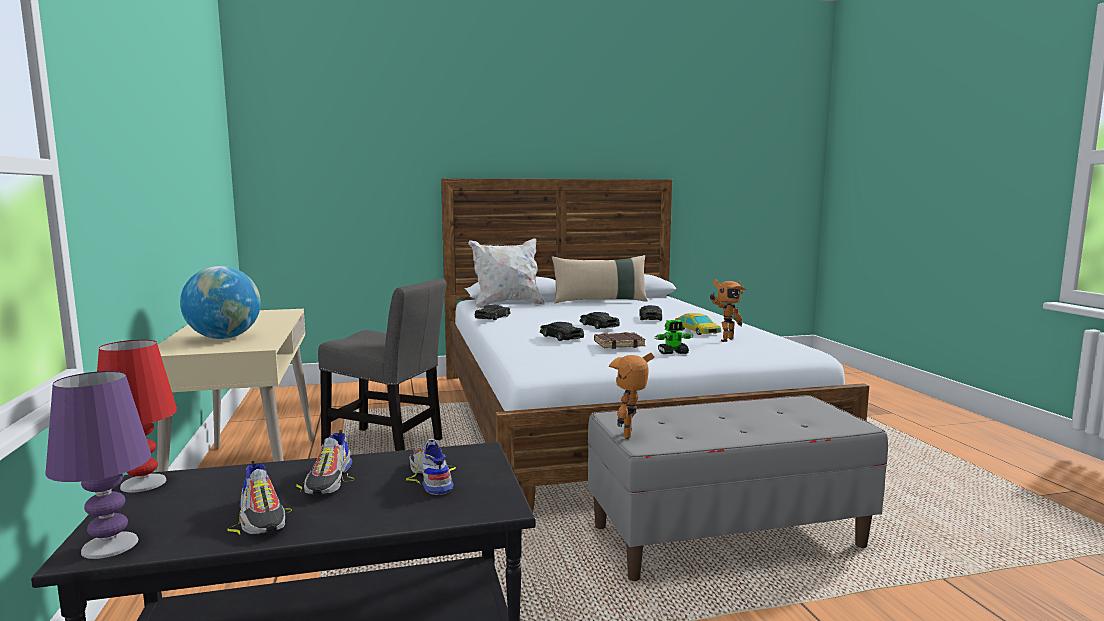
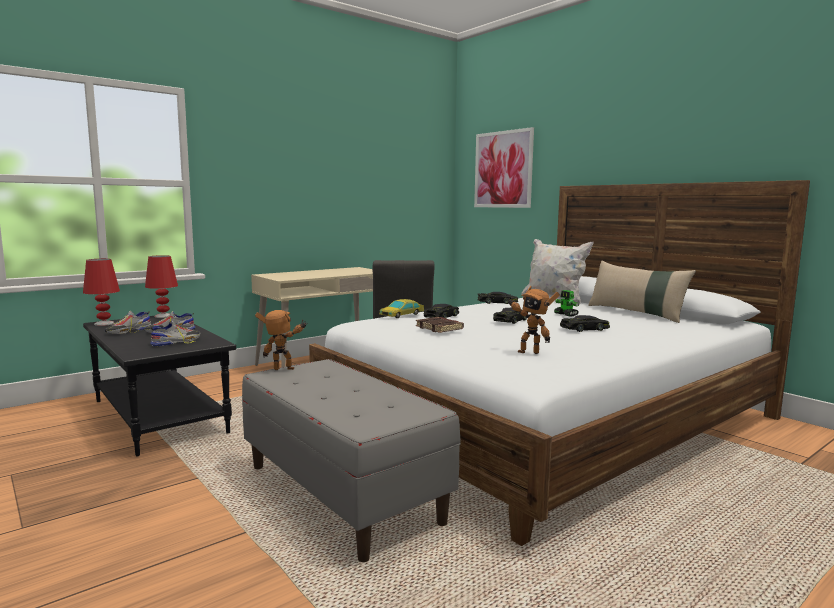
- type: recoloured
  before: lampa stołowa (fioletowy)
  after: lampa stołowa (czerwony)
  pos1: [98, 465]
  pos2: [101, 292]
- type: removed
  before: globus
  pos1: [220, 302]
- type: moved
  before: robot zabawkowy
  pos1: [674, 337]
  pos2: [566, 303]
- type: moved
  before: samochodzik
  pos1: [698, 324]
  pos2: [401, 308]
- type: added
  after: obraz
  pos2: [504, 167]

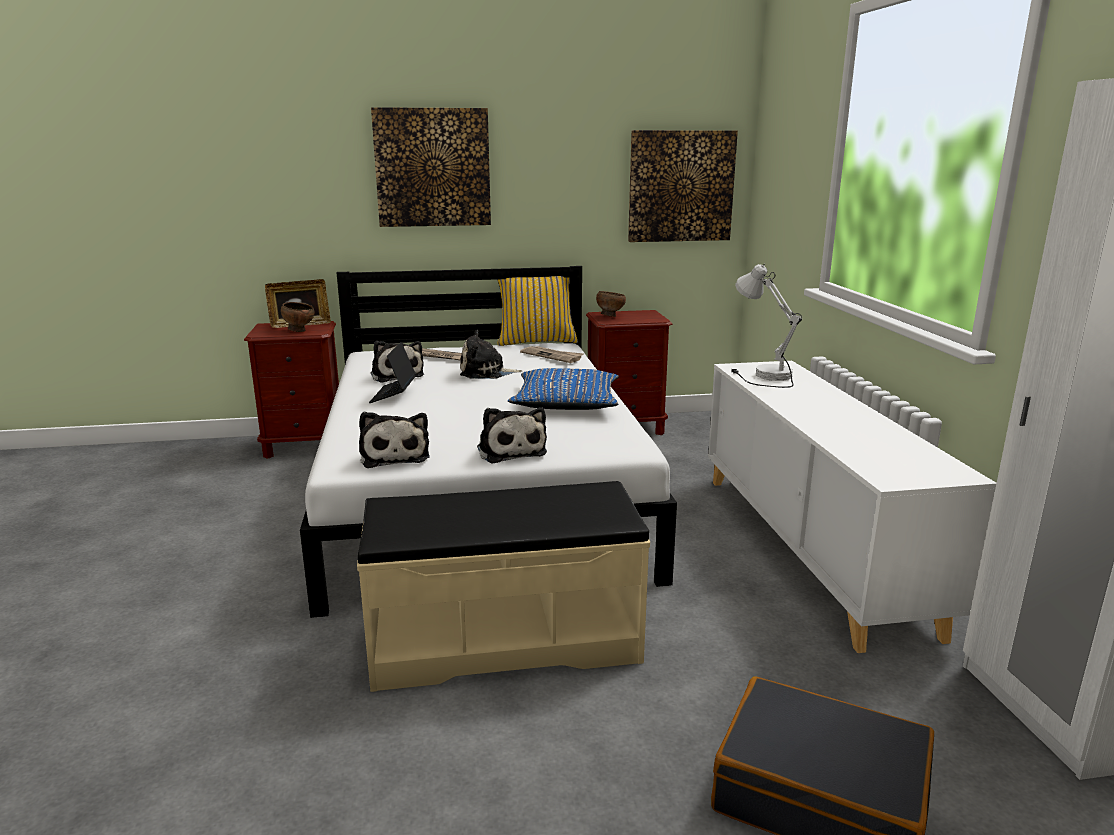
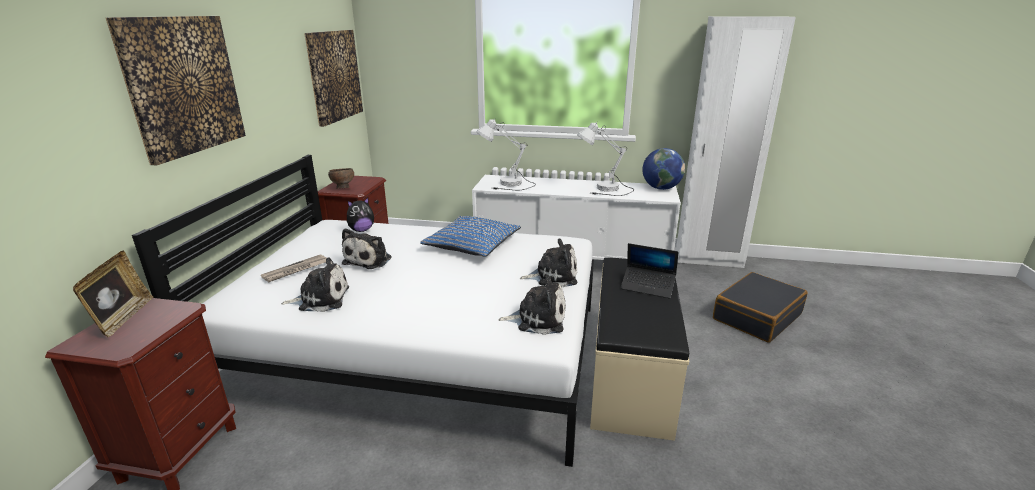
- type: removed
  before: miska (brązowy)
  pos1: [298, 317]
- type: moved
  before: laptop
  pos1: [392, 372]
  pos2: [649, 270]
- type: removed
  before: poduszka (żółty)
  pos1: [537, 311]
- type: replaced
  before: gazeta
  after: pluszak
  pos1: [552, 354]
  pos2: [360, 215]
- type: added
  after: lampa stołowa (biały)
  pos2: [605, 159]
- type: added
  after: globus
  pos2: [663, 169]

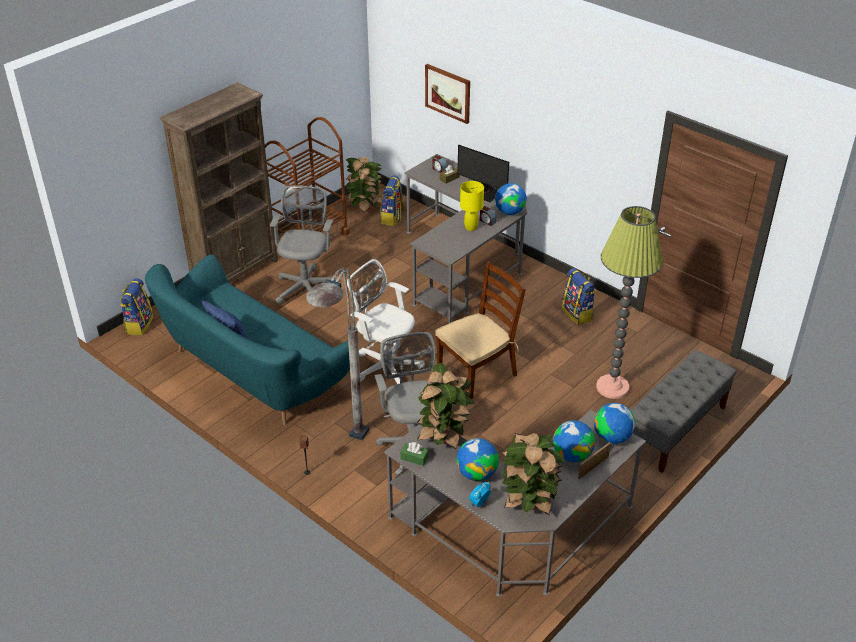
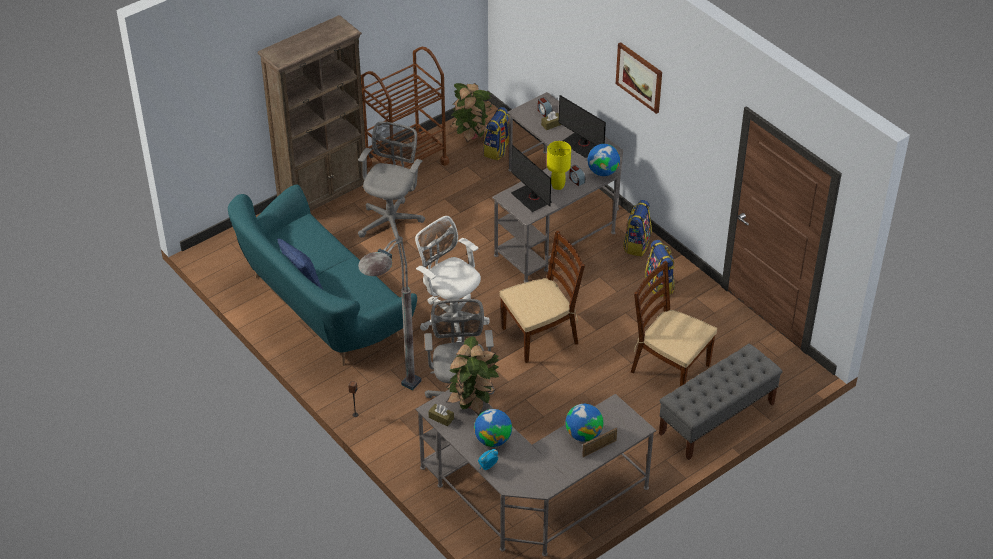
- type: moved
  before: plecak
  pos1: [136, 307]
  pos2: [637, 228]
- type: recoloured
  before: pudełko chusteczek (zielony)
  after: pudełko chusteczek (brązowy)
  pos1: [414, 454]
  pos2: [441, 415]
- type: moved
  before: obraz
  pos1: [447, 94]
  pos2: [639, 78]
- type: removed
  before: roślina doniczkowa
  pos1: [533, 474]
- type: removed
  before: globus
  pos1: [614, 423]
- type: replaced
  before: lampa stojąca
  after: krzesło (brązowy)
  pos1: [629, 302]
  pos2: [674, 323]
- type: added
  after: monitor
  pos2: [531, 178]

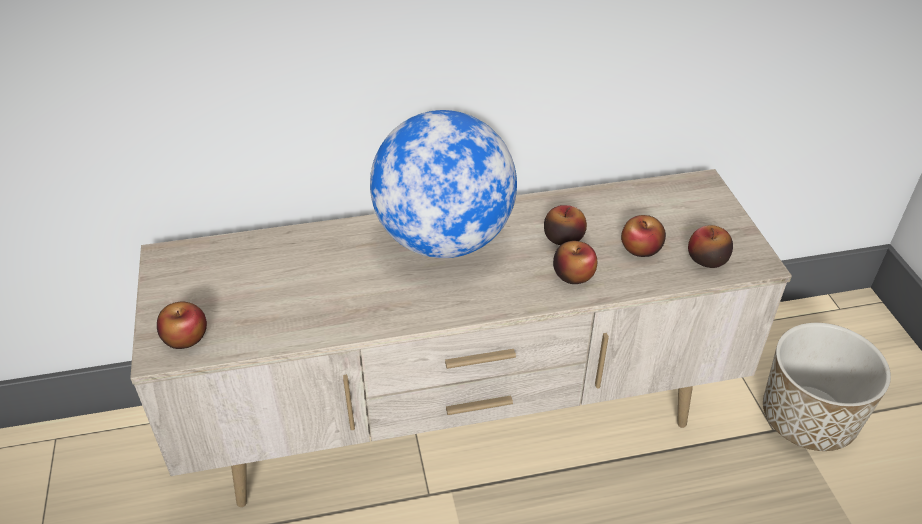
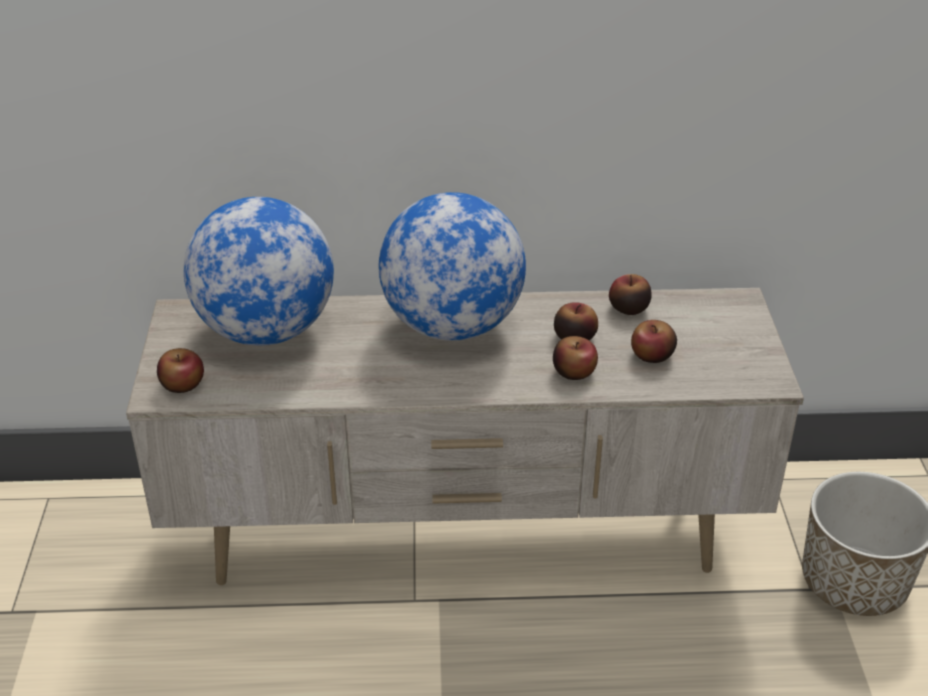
- type: moved
  before: jabłko
  pos1: [710, 246]
  pos2: [630, 294]
- type: added
  after: globus
  pos2: [259, 271]

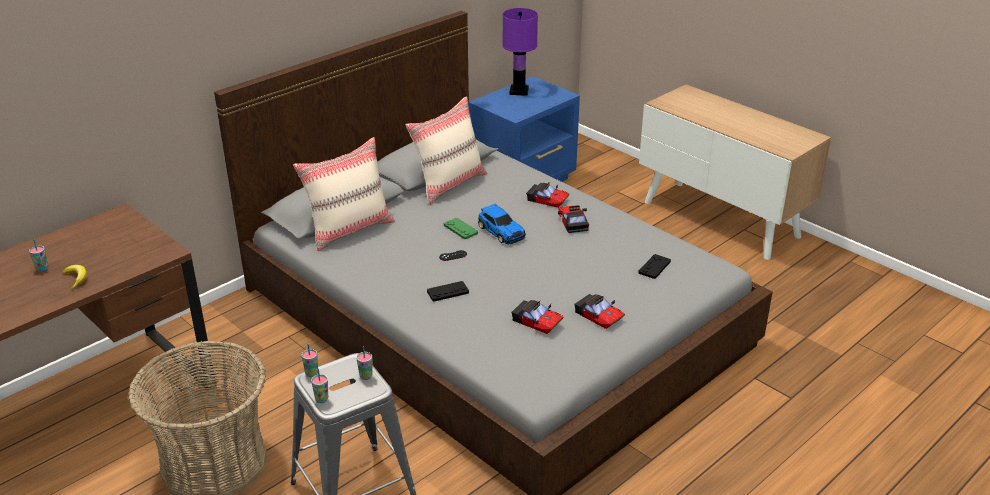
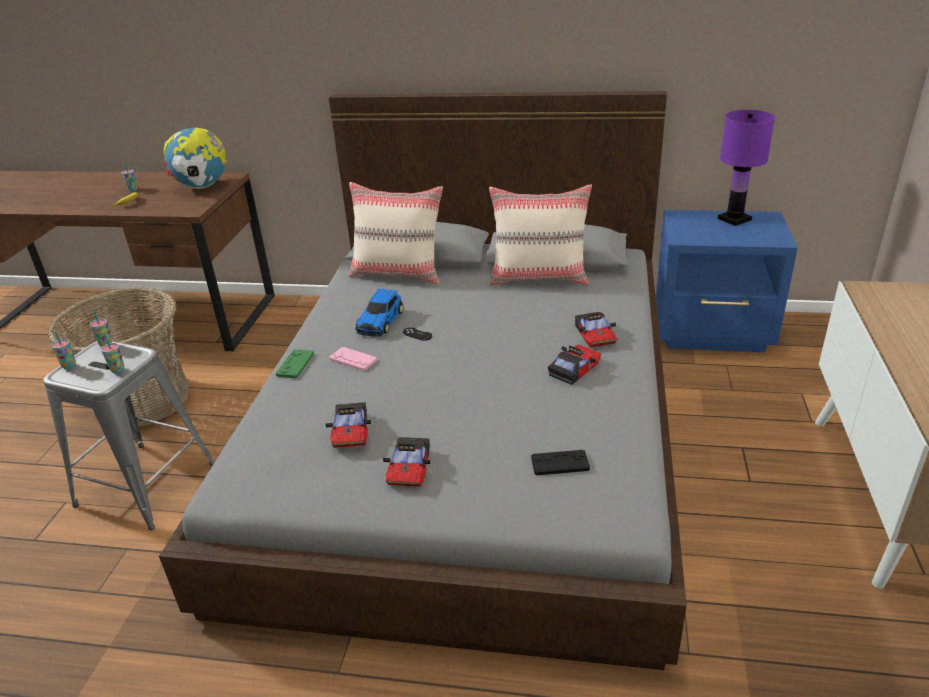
- type: recoloured
  before: pad do gier (czarny)
  after: pad do gier (różowy)
  pos1: [448, 291]
  pos2: [353, 359]
- type: moved
  before: pad do gier (zielony)
  pos1: [461, 228]
  pos2: [295, 363]
- type: moved
  before: samochodzik
  pos1: [502, 224]
  pos2: [379, 312]
- type: added
  after: globus
  pos2: [194, 158]

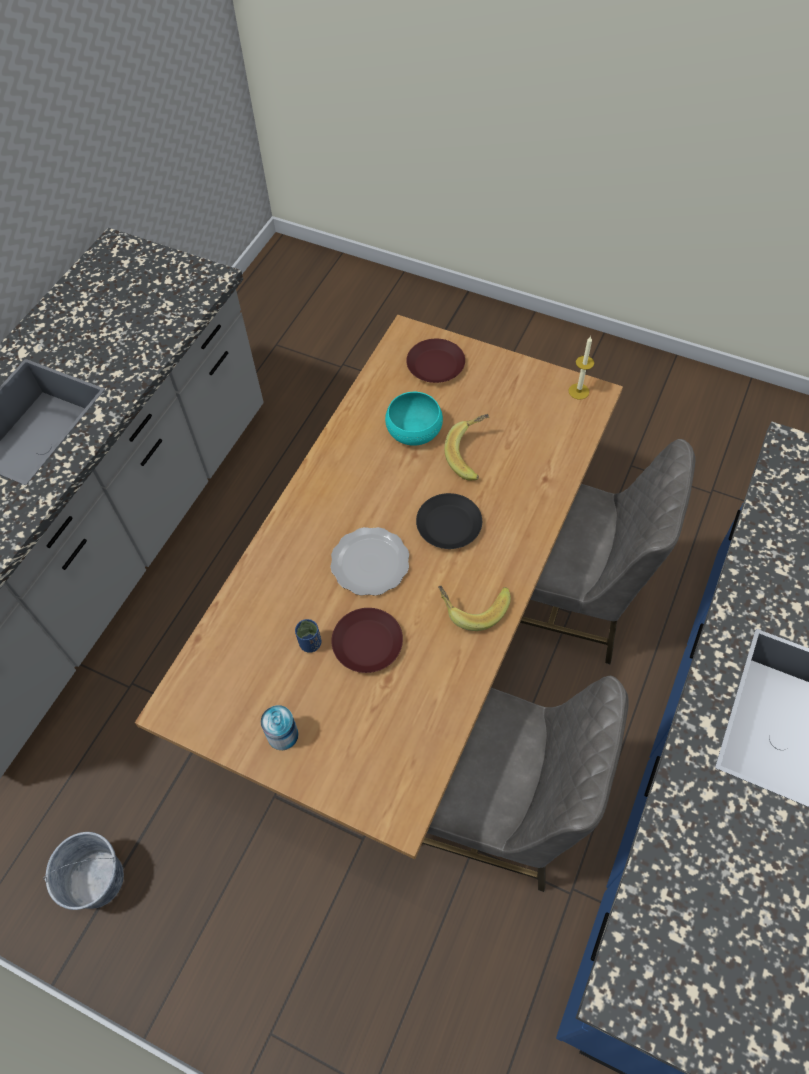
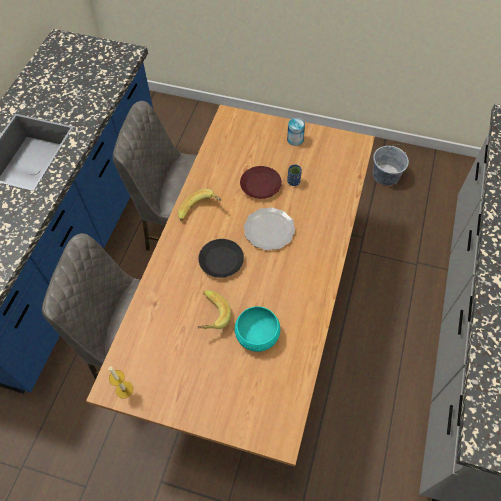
- type: removed
  before: talerz (brązowy)
  pos1: [435, 361]

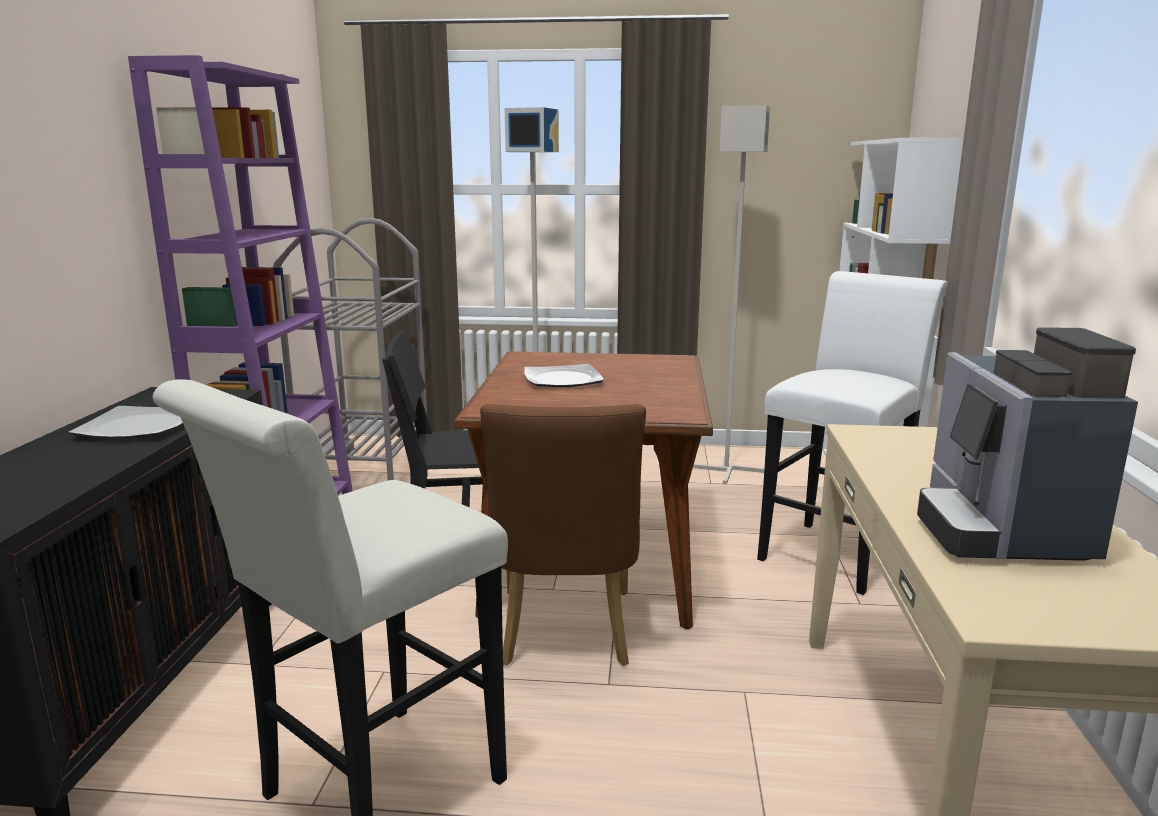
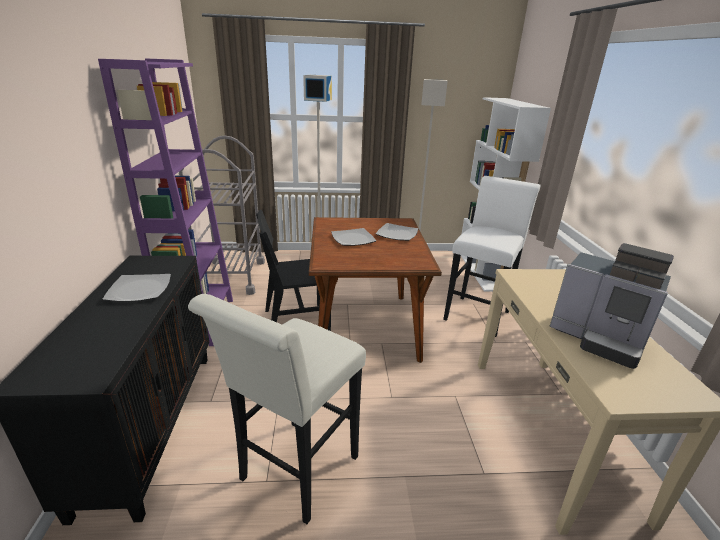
- type: removed
  before: krzesło (brązowy)
  pos1: [563, 535]
- type: turned
  before: ekspres do kawy
  pos1: [1027, 444]
  pos2: [612, 306]
  turn: -45
- type: added
  after: talerz
  pos2: [397, 232]

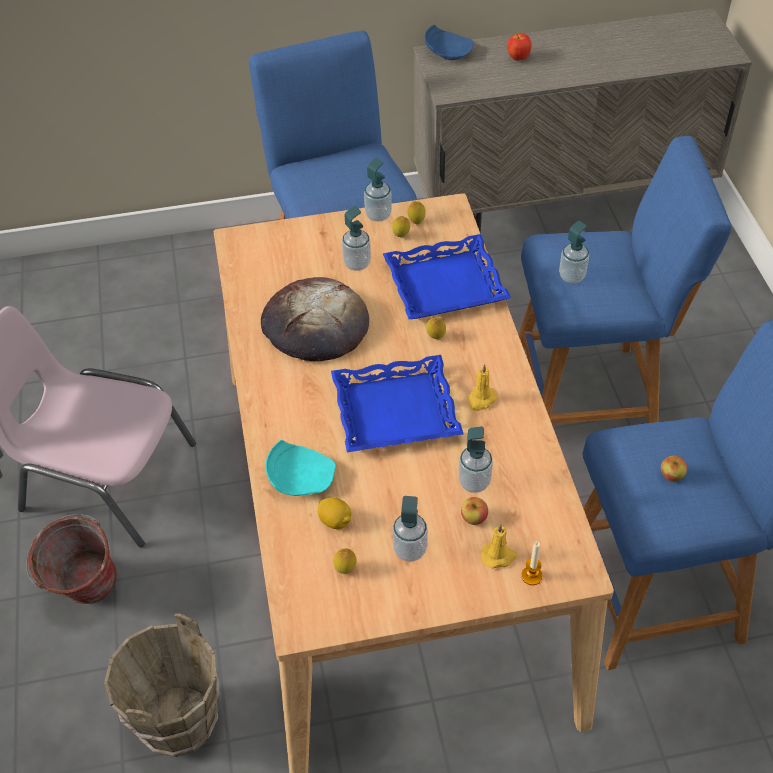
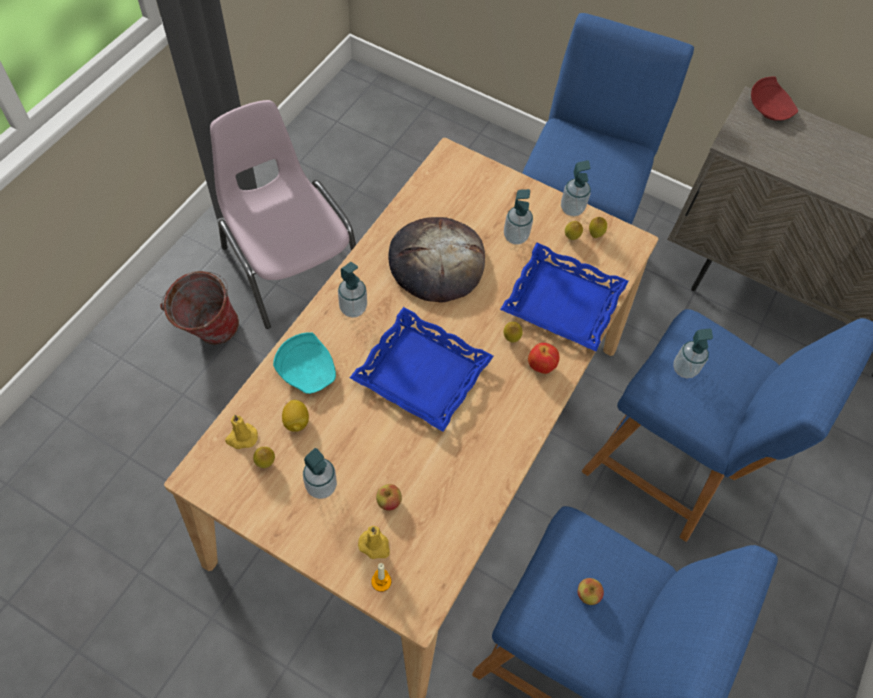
- type: removed
  before: wiadro (brązowy)
  pos1: [162, 685]
- type: recoloured
  before: talerz (niebieski)
  after: talerz (czerwony)
  pos1: [449, 42]
  pos2: [774, 98]
- type: moved
  before: dozownik mydła
  pos1: [475, 459]
  pos2: [352, 290]
- type: moved
  before: świeca (żółty)
  pos1: [482, 387]
  pos2: [241, 432]
- type: moved
  before: jabłko
  pos1: [519, 47]
  pos2: [544, 358]

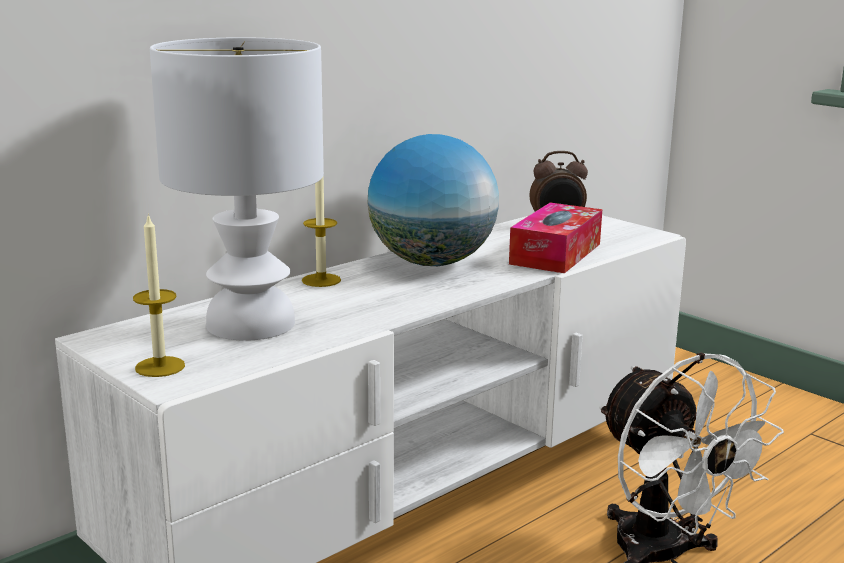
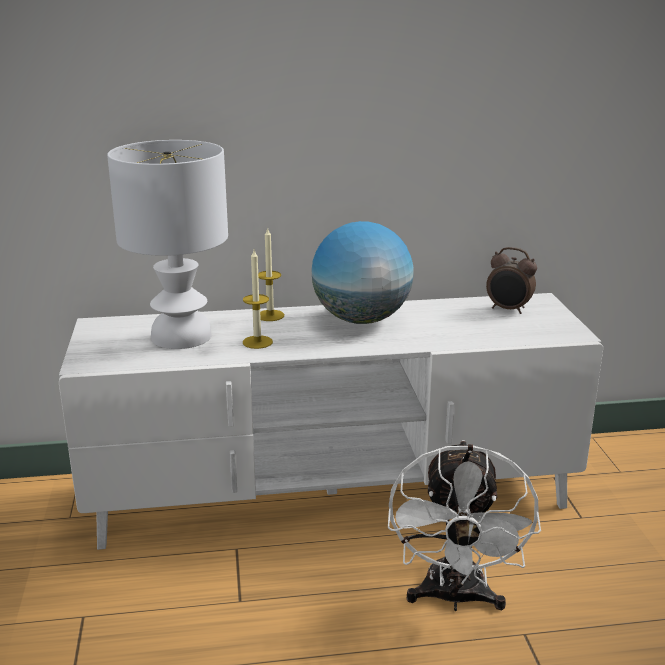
- type: moved
  before: świeca
  pos1: [159, 295]
  pos2: [258, 299]
- type: removed
  before: pudełko chusteczek
  pos1: [555, 238]

